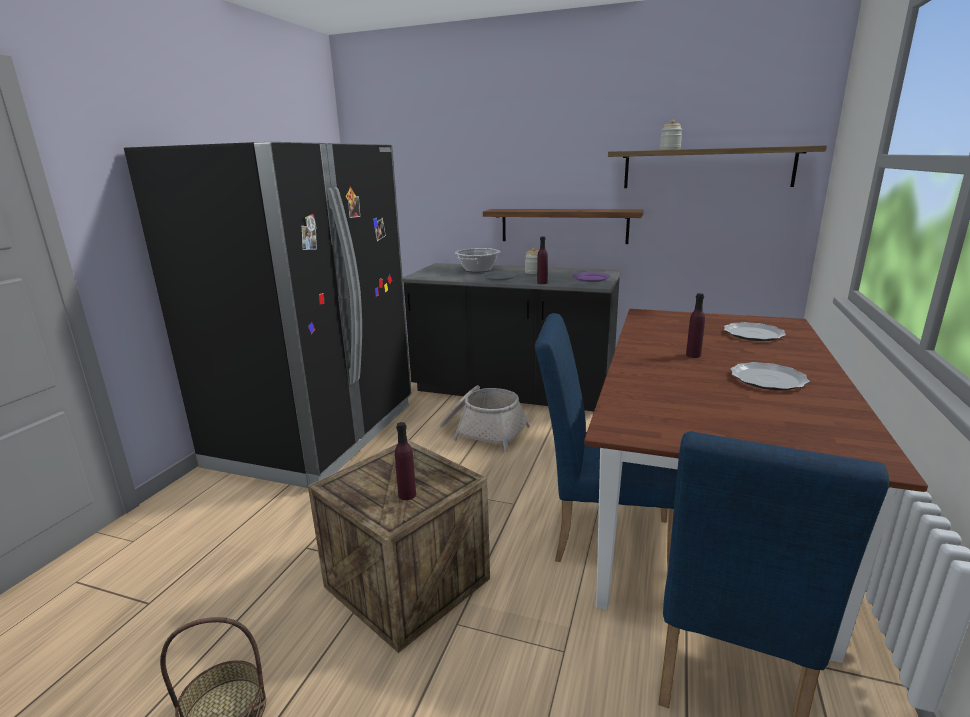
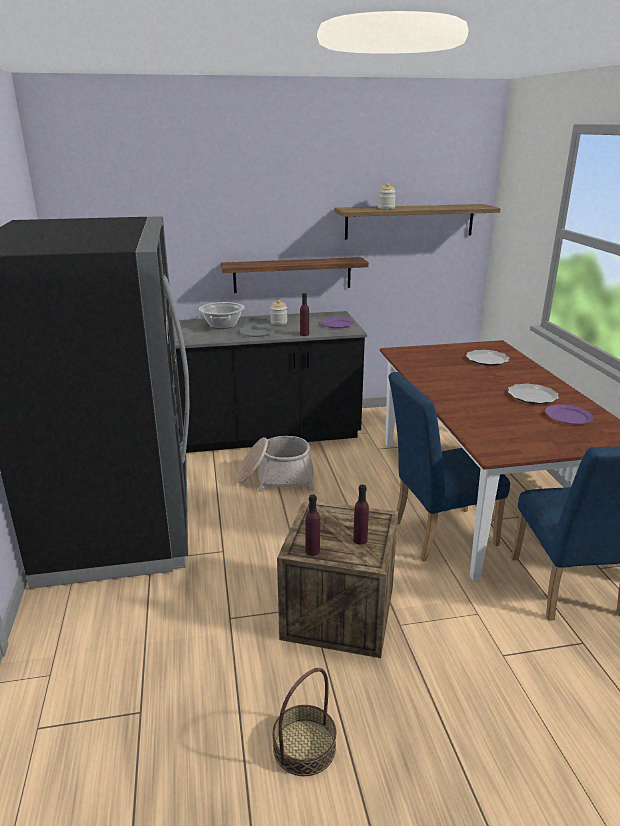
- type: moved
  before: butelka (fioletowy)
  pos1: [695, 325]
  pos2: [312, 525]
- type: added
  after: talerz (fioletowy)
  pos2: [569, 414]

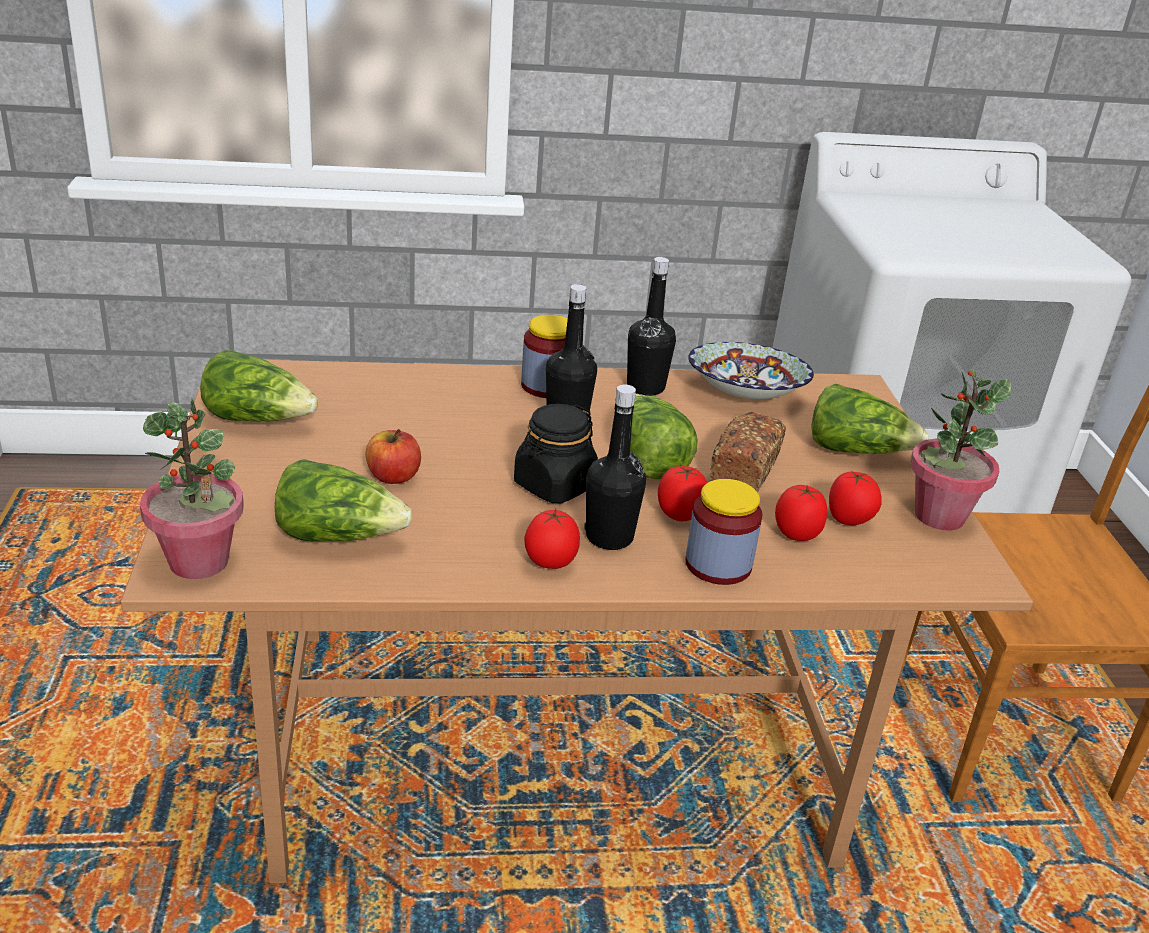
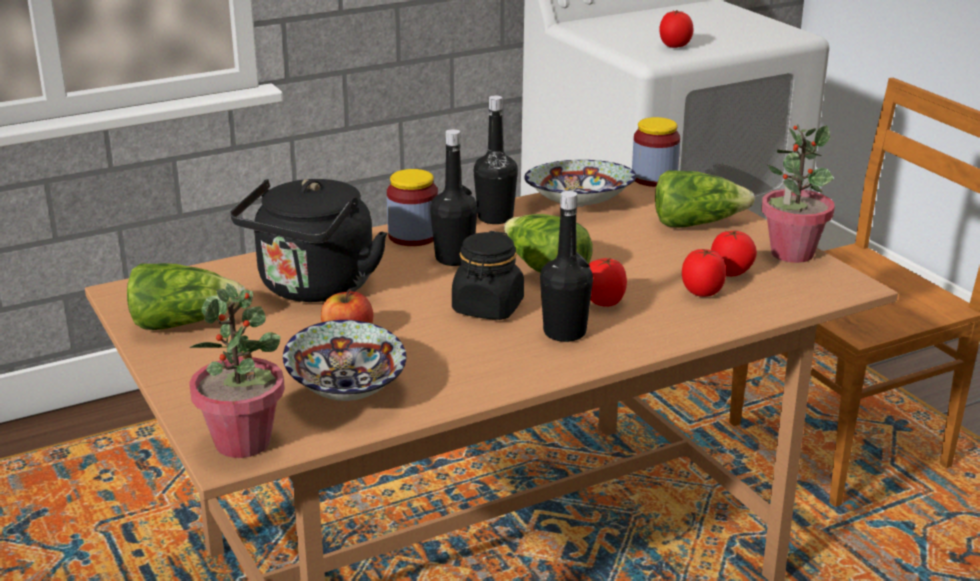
- type: replaced
  before: sałata
  after: miska
  pos1: [343, 500]
  pos2: [344, 360]
- type: moved
  before: pomidor
  pos1: [552, 538]
  pos2: [677, 29]
- type: moved
  before: słoik
  pos1: [723, 532]
  pos2: [656, 152]
- type: removed
  before: chleb
  pos1: [748, 452]
- type: added
  after: czajnik (czarny)
  pos2: [308, 240]

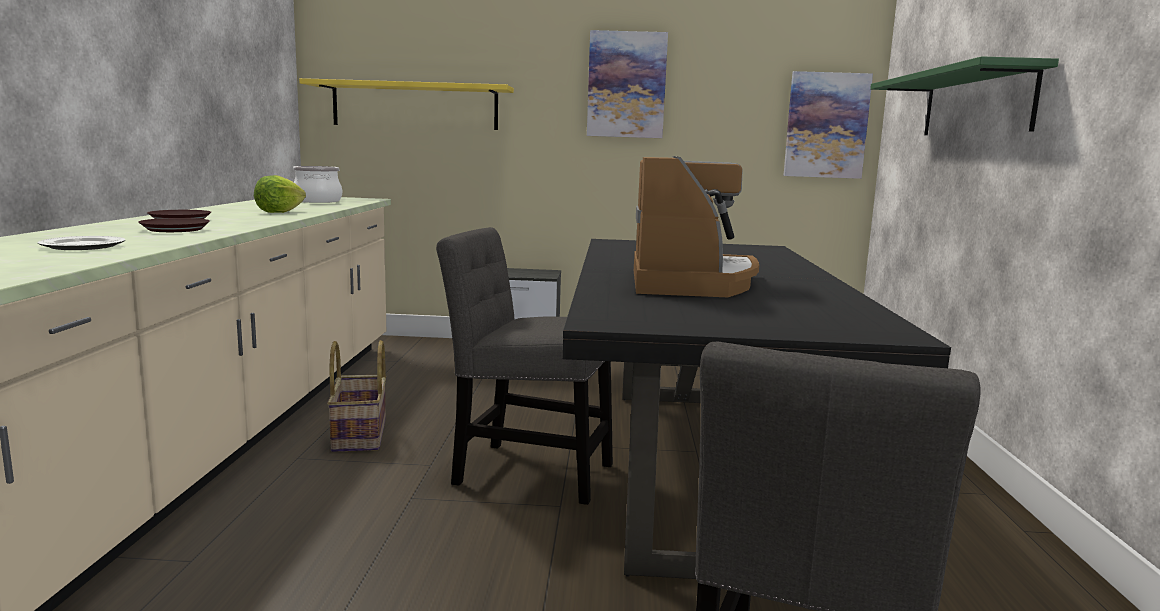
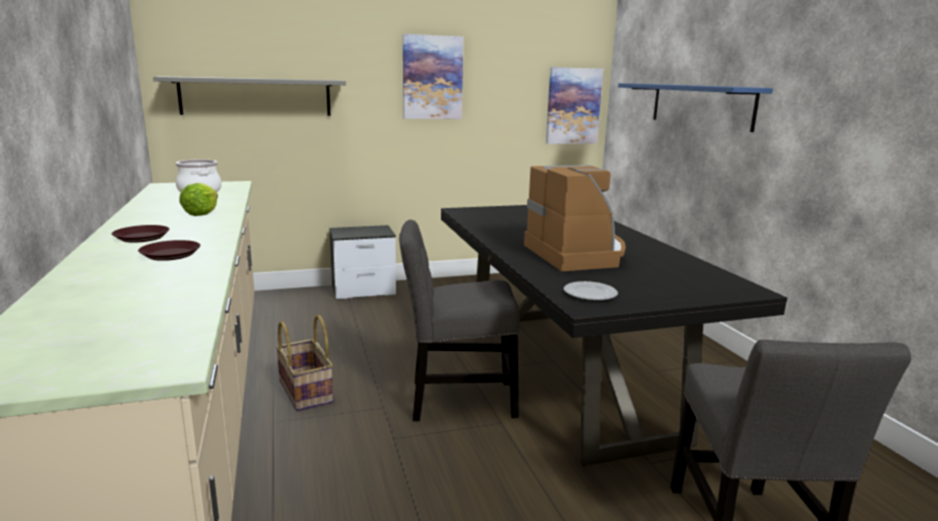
- type: moved
  before: talerz
  pos1: [81, 243]
  pos2: [591, 291]
- type: recoloured
  before: półka (żółty)
  after: półka (szary)
  pos1: [406, 104]
  pos2: [249, 96]
- type: recoloured
  before: półka (zielony)
  after: półka (niebieski)
  pos1: [964, 95]
  pos2: [695, 107]

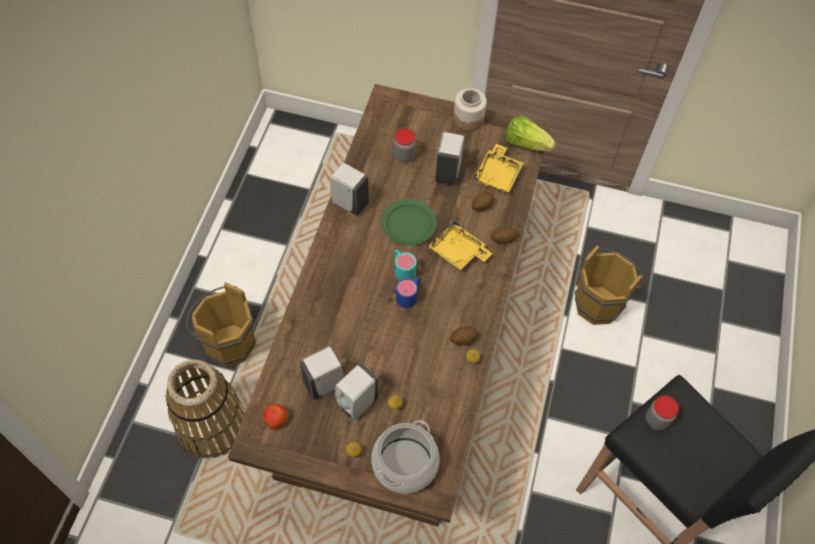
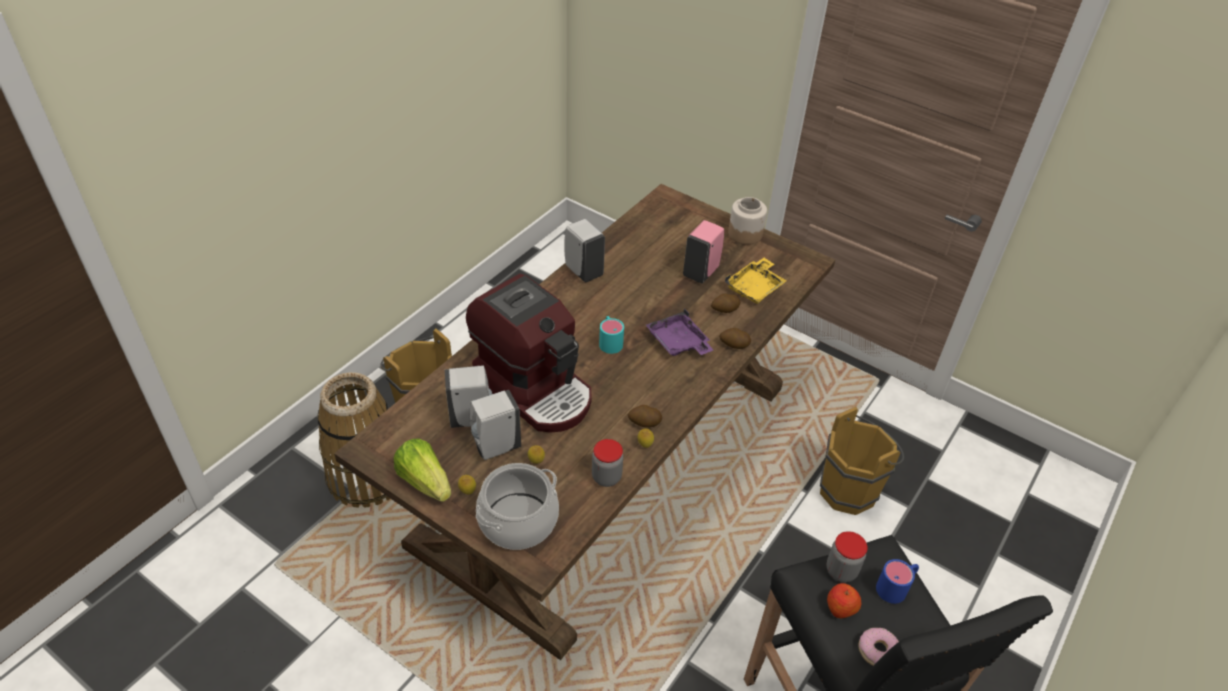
- type: moved
  before: jabłko
  pos1: [275, 416]
  pos2: [844, 600]
- type: removed
  before: talerz (zielony)
  pos1: [409, 222]
- type: moved
  before: słoik
  pos1: [405, 145]
  pos2: [607, 463]
- type: moved
  before: kubek (niebieski)
  pos1: [408, 292]
  pos2: [897, 581]
- type: recoloured
  before: taca (żółty)
  after: taca (fioletowy)
  pos1: [460, 245]
  pos2: [679, 332]
- type: recoloured
  before: dozownik mydła (biały)
  after: dozownik mydła (różowy)
  pos1: [449, 158]
  pos2: [703, 252]
- type: moved
  before: sałata
  pos1: [530, 133]
  pos2: [422, 470]
- type: added
  after: ekspres do kawy
  pos2: [529, 353]
- type: added
  after: donut
  pos2: [879, 647]

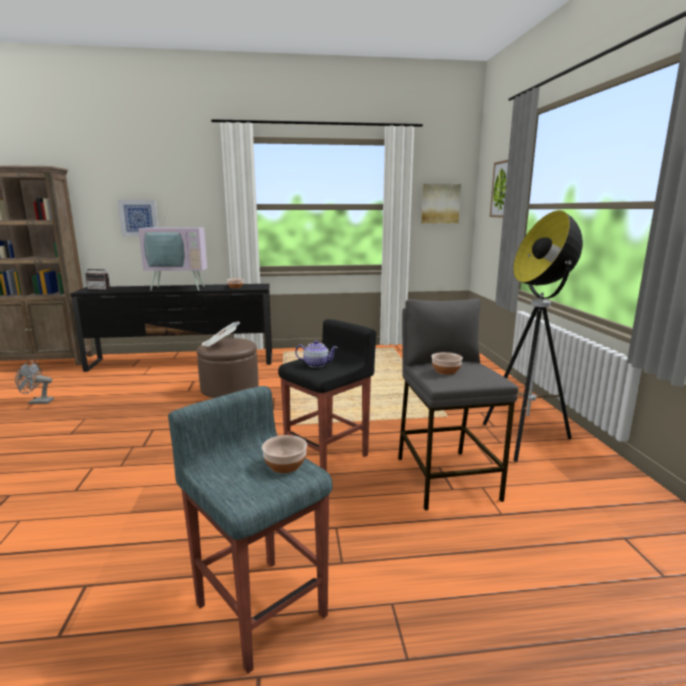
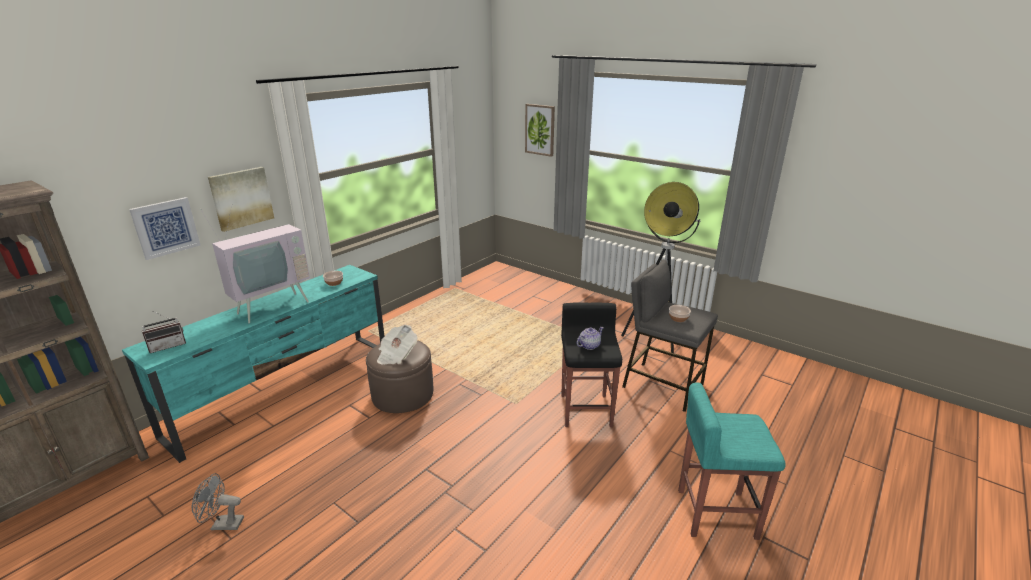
- type: turned
  before: wentylator (szary)
  pos1: [34, 382]
  pos2: [218, 501]
  turn: 45
- type: recoloured
  before: szafka pod telewizor (czarny)
  after: szafka pod telewizor (turkusowy)
  pos1: [171, 328]
  pos2: [253, 364]
- type: recoloured
  before: stołek (szary)
  after: stołek (turkusowy)
  pos1: [250, 529]
  pos2: [732, 461]
- type: removed
  before: miska
  pos1: [284, 454]
- type: moved
  before: obraz
  pos1: [441, 203]
  pos2: [241, 199]

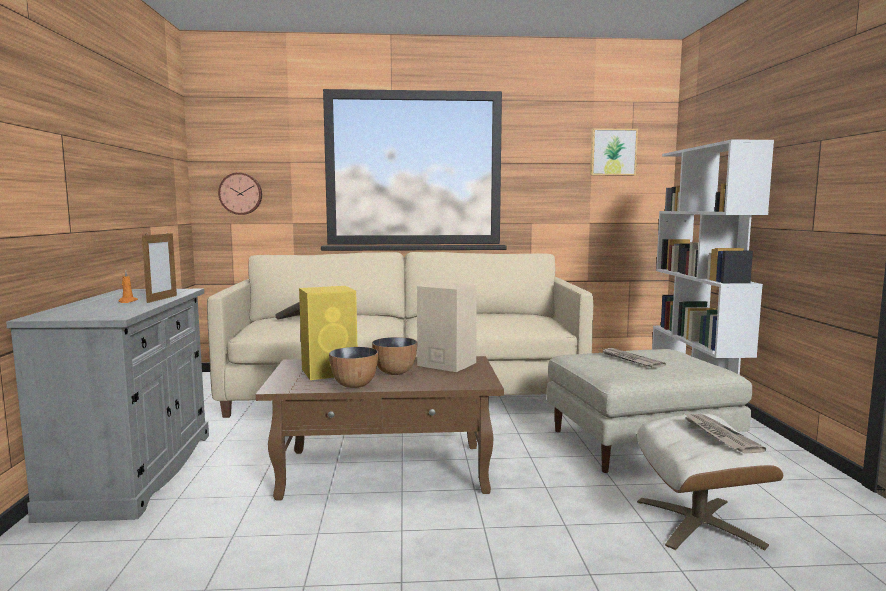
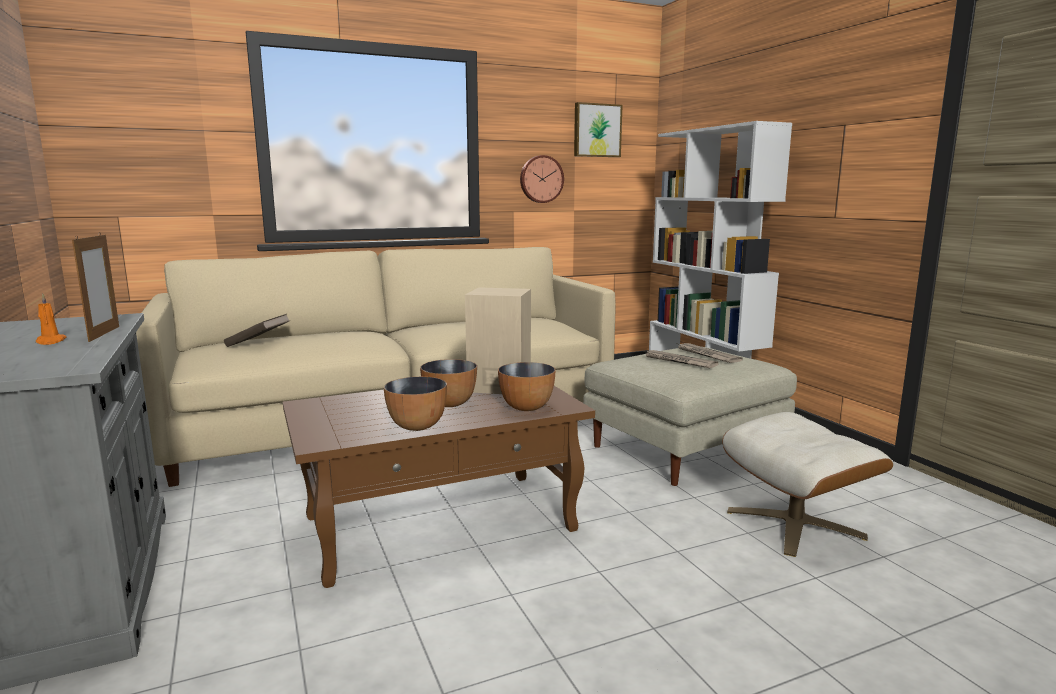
- type: moved
  before: zegar ścienny
  pos1: [240, 193]
  pos2: [542, 179]
- type: removed
  before: głośnik (żółty)
  pos1: [328, 333]
- type: moved
  before: gazeta
  pos1: [725, 433]
  pos2: [710, 353]
- type: added
  after: miska
  pos2: [526, 386]

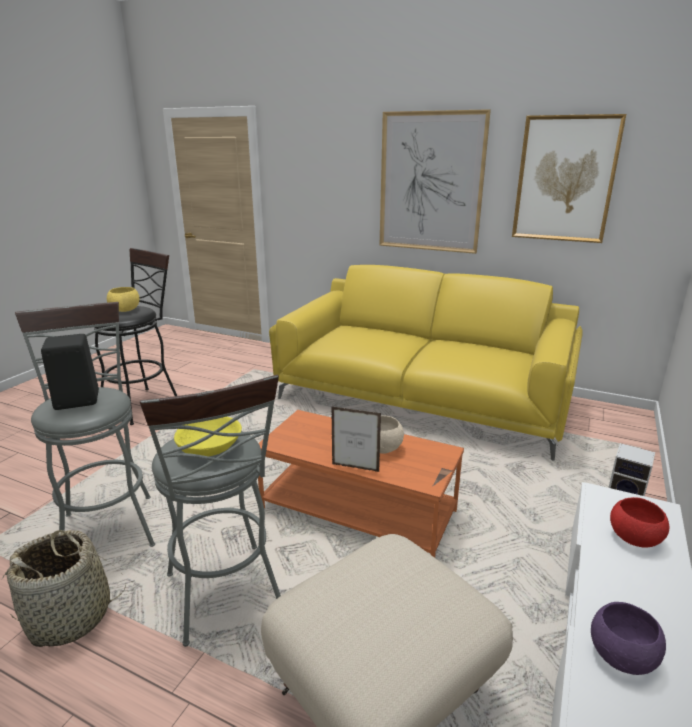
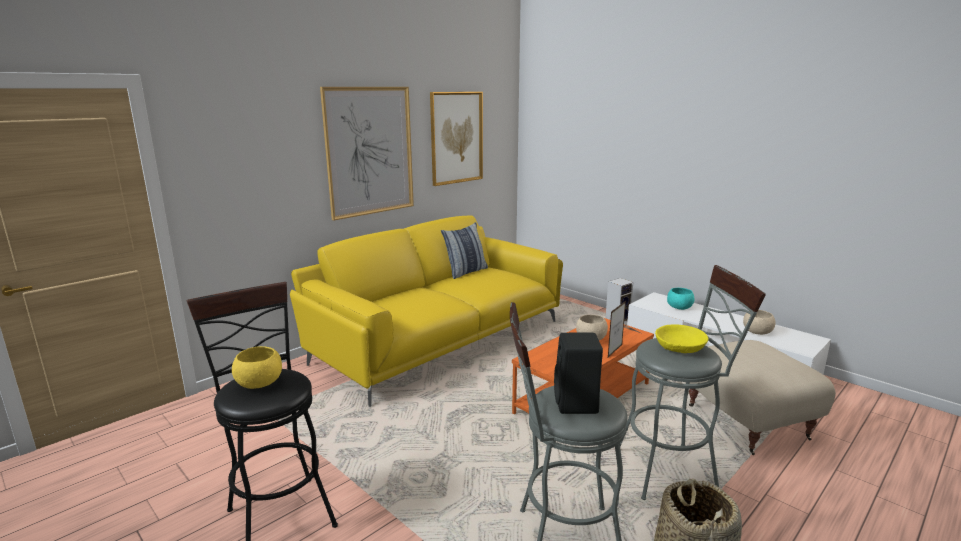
- type: recoloured
  before: miska (fioletowy)
  after: miska (beżowy)
  pos1: [628, 638]
  pos2: [759, 322]
- type: recoloured
  before: miska (czerwony)
  after: miska (turkusowy)
  pos1: [639, 522]
  pos2: [680, 299]
- type: added
  after: poduszka
  pos2: [464, 250]

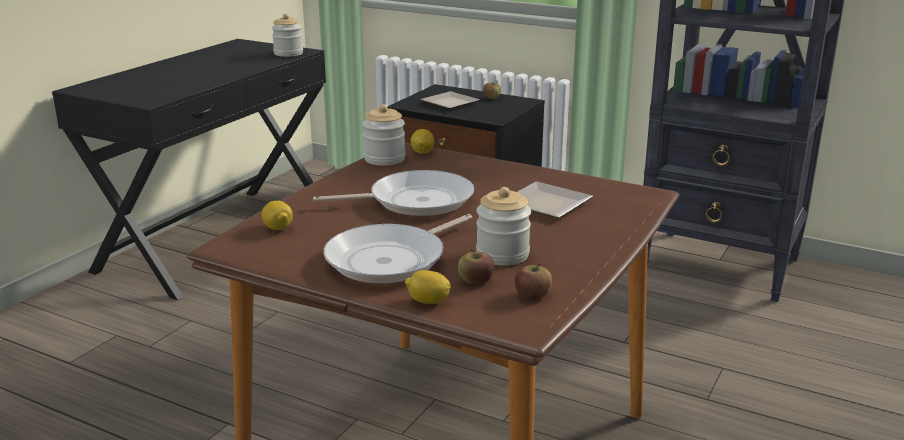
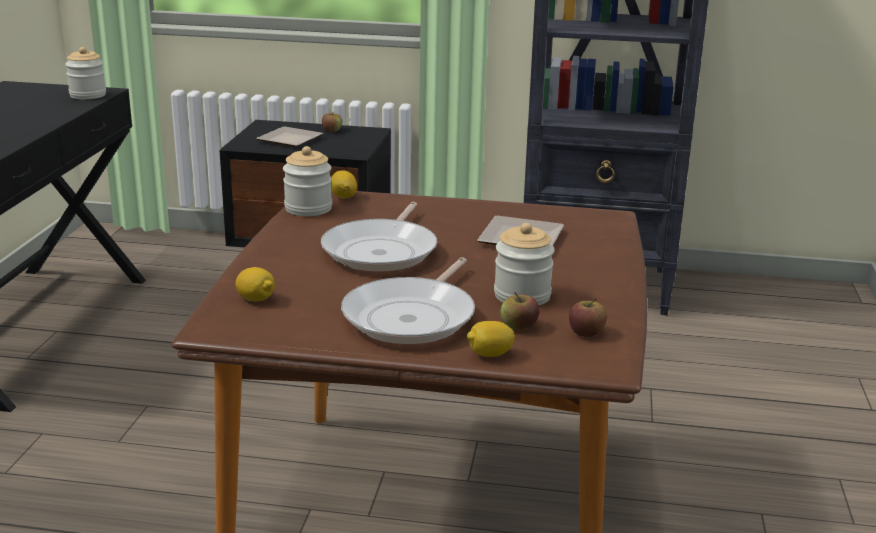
- type: turned
  before: patelnia
  pos1: [393, 193]
  pos2: [379, 237]
  turn: 135

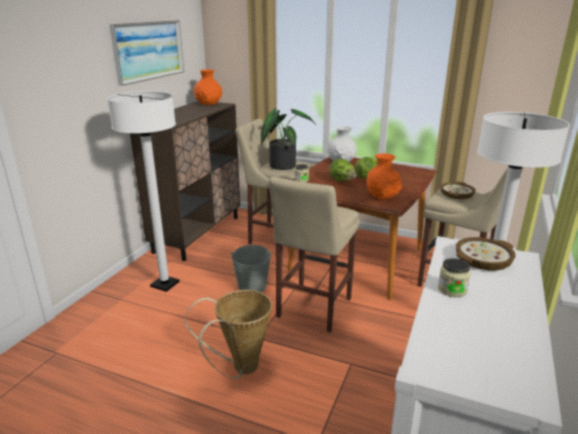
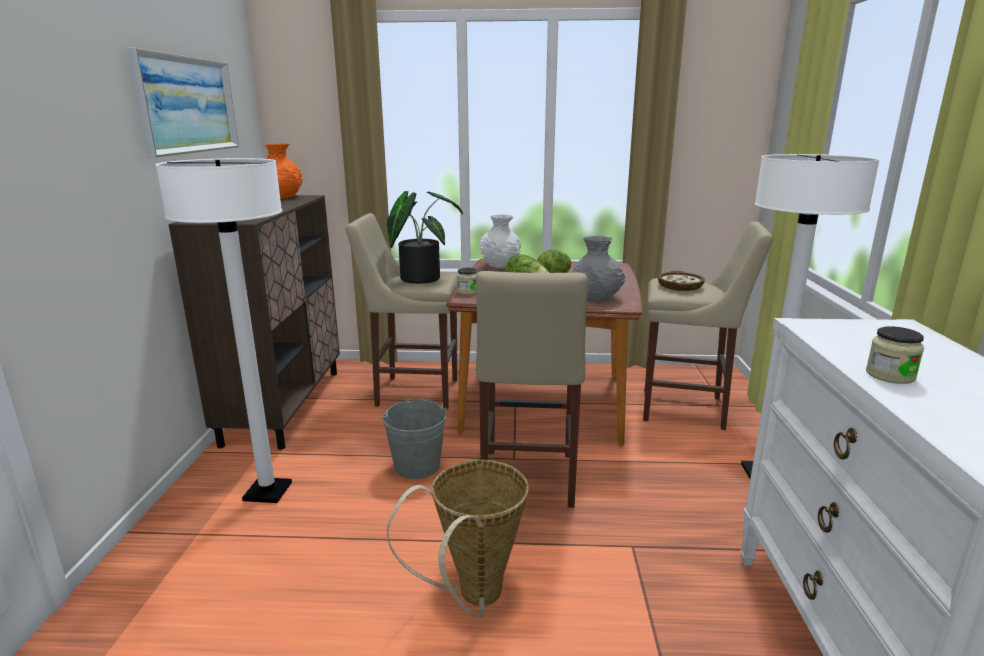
- type: recoloured
  before: wazon (pomarańczowy)
  after: wazon (szary)
  pos1: [384, 176]
  pos2: [599, 268]
- type: removed
  before: miska
  pos1: [486, 254]

